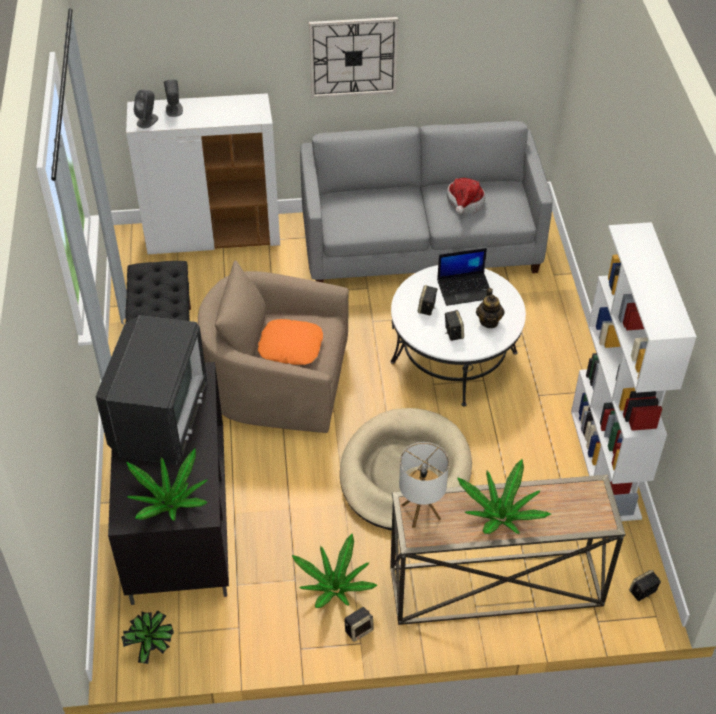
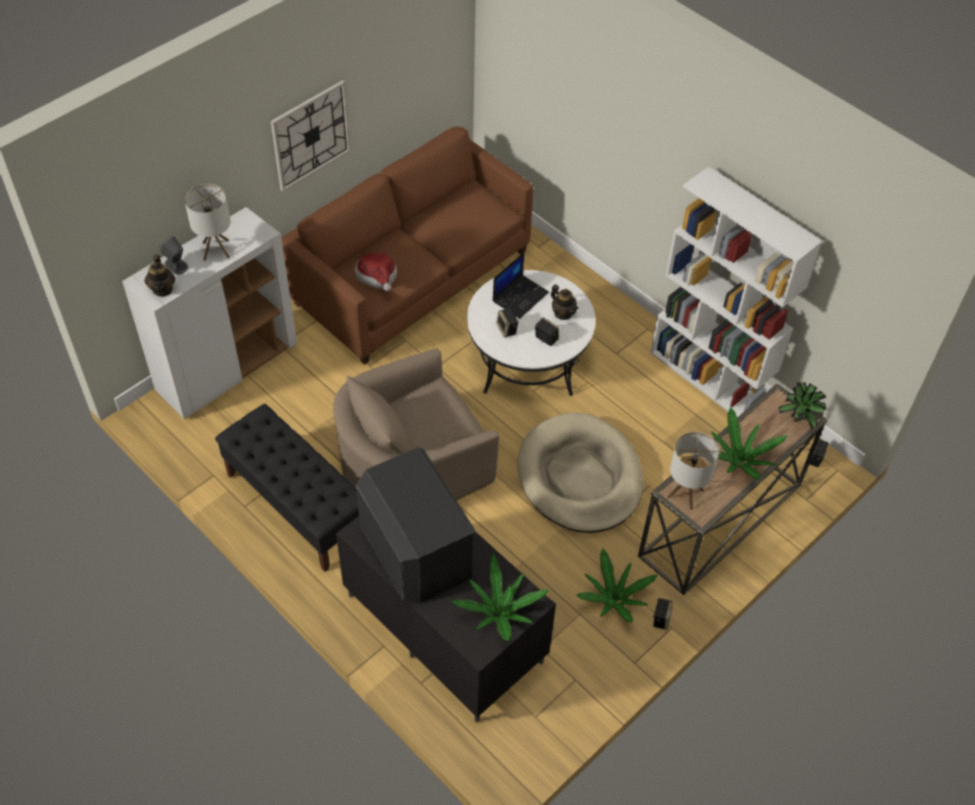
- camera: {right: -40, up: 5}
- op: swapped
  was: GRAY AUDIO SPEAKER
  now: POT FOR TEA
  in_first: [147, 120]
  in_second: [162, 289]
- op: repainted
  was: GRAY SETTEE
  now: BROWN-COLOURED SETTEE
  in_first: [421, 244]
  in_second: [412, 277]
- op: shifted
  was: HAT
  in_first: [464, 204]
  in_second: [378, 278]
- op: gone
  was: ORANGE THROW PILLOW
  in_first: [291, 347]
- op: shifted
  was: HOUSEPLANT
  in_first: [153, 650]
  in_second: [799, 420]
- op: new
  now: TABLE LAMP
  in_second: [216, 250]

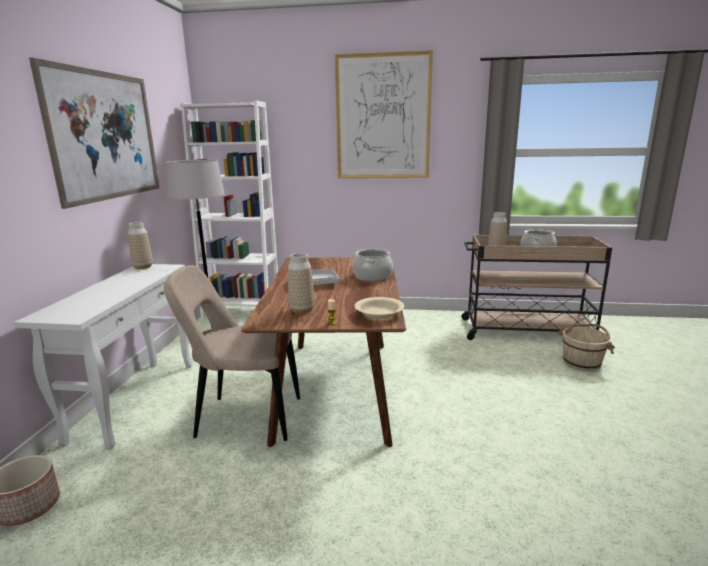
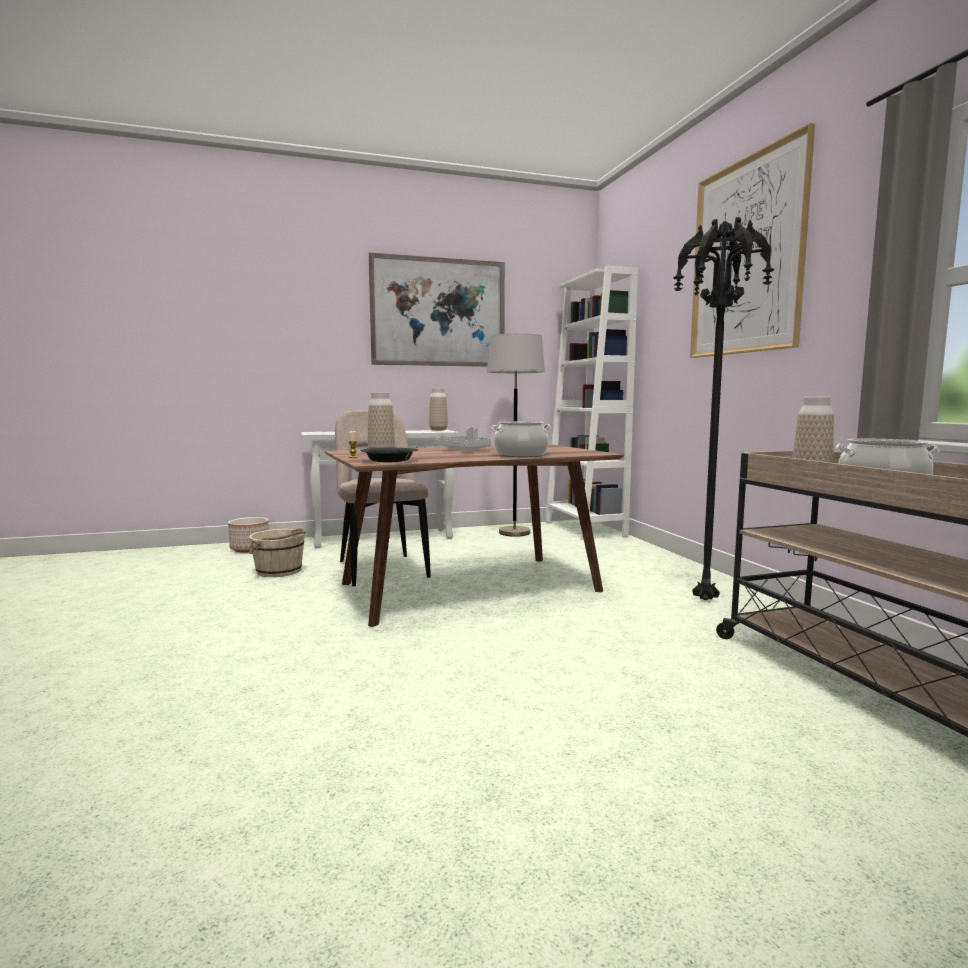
- camera: {right: 65, up: -10}
- op: repainted
  was: SAND-COLOURED BOWL
  now: BLACK BOWL
  in_first: [379, 314]
  in_second: [389, 461]
- op: shifted
  was: SAND-COLOURED WATER BUCKET
  in_first: [582, 362]
  in_second: [279, 571]
- op: new
  now: BLACK STANDARD LAMP
  in_second: [704, 601]

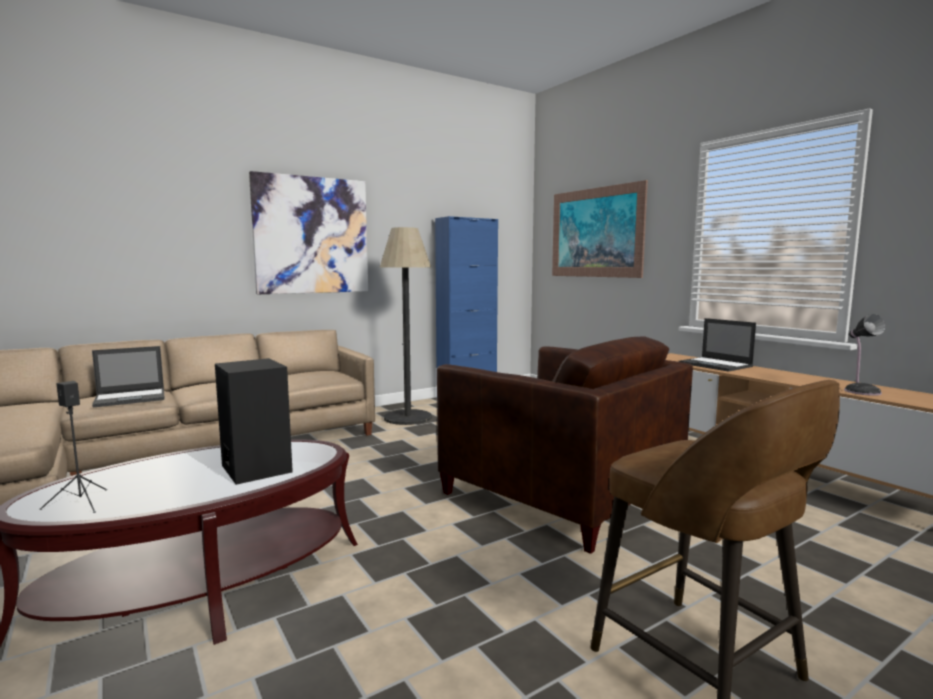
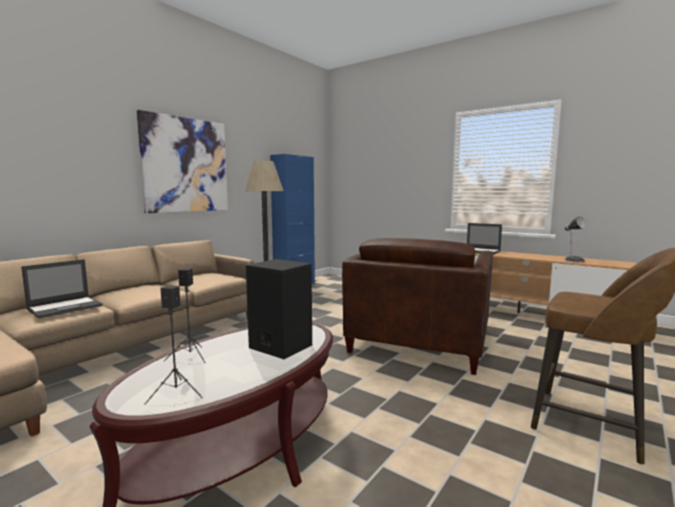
- camera: {right: -20, up: 0}
- op: gone
  was: WALL PICTURE
  in_first: [595, 232]
- op: rotated
  was: BROWN-COLOURED LOUNGE CHAIR
  in_first: [560, 491]
  in_second: [420, 340]
  clockwise: 90
- op: new
  now: BLACK AUDIO SPEAKER
  in_second: [191, 356]

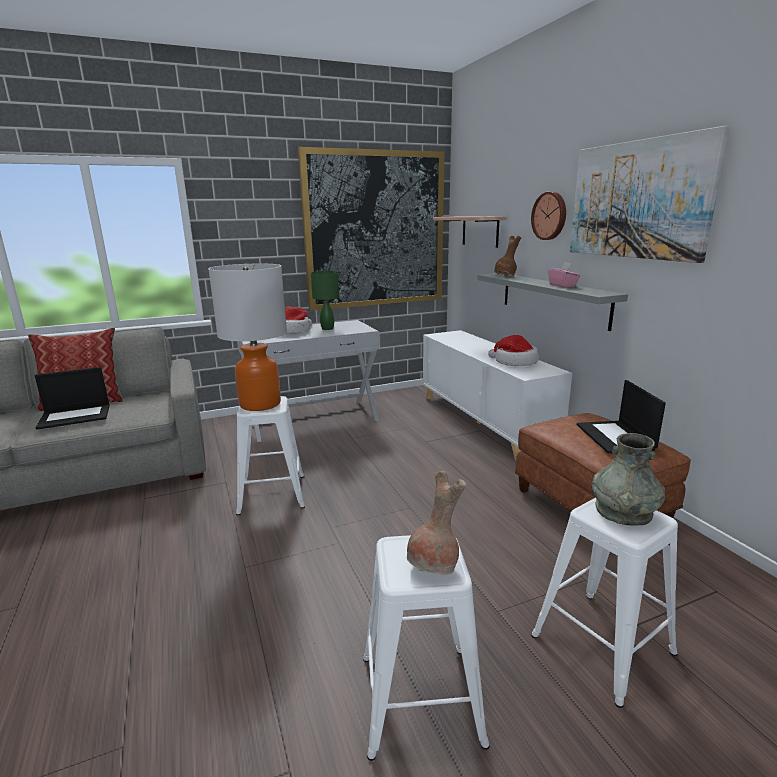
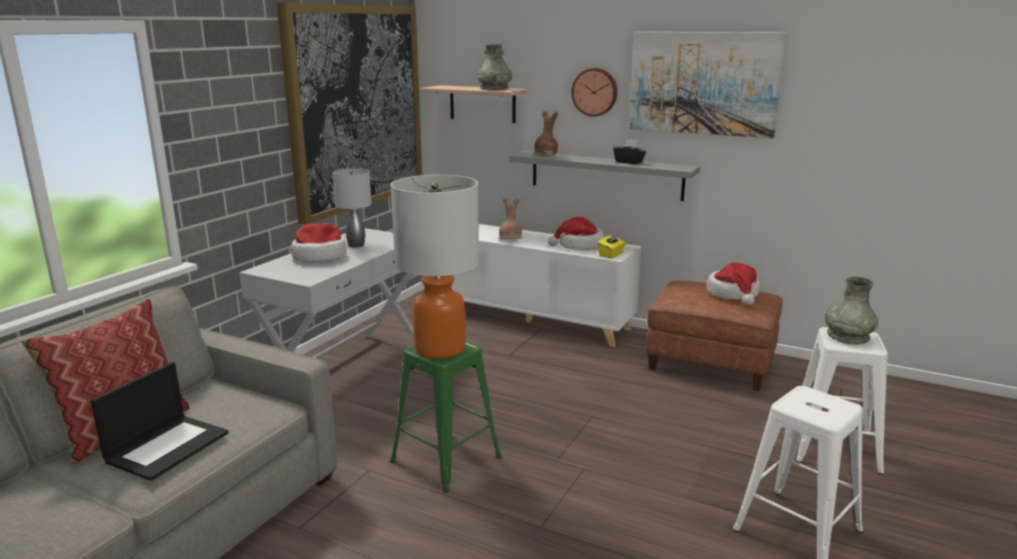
- camera: {right: -40, up: 0}
- op: repainted
  was: PINK TISSUE BOX
  now: BLACK TISSUE BOX
  in_first: [562, 285]
  in_second: [629, 162]
- op: repainted
  was: GREEN-COLOURED TABLE LAMP
  now: GRAY TABLE LAMP
  in_first: [328, 328]
  in_second: [356, 245]
- op: swapped
  was: LAPTOP
  now: HAT
  in_first: [616, 437]
  in_second: [733, 294]
- op: repainted
  was: WHITISH SITTING STOOL
  now: GREEN-COLOURED SITTING STOOL
  in_first: [271, 493]
  in_second: [444, 459]
- op: shifted
  was: BROWN-COLOURED VASE
  in_first: [434, 567]
  in_second: [510, 241]
- op: new
  now: GRAY VASE
  in_second: [494, 89]
- op: new
  now: YELLOWISH TISSUE BOX
  in_second: [611, 254]

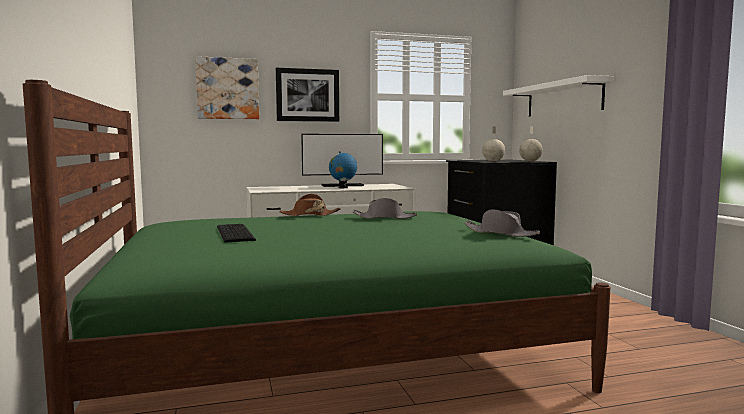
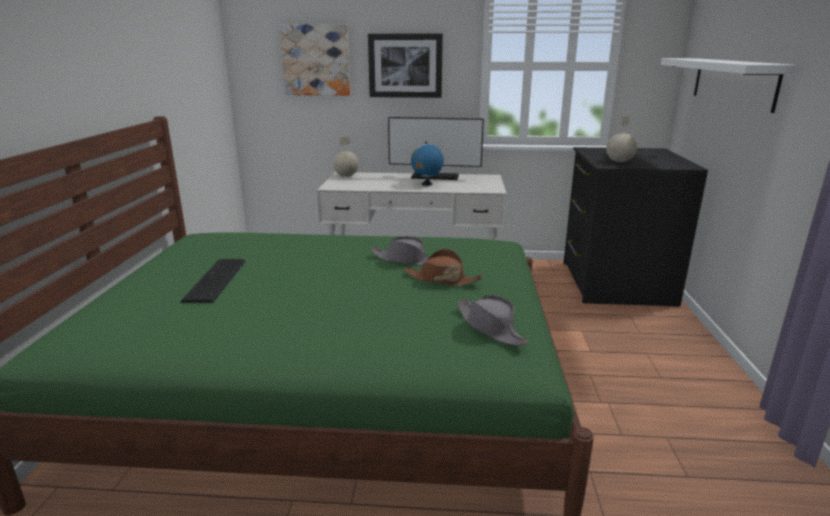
- camera: {right: 20, up: 15}
- op: shifted
  was: DESK GLOBE
  in_first: [530, 161]
  in_second: [346, 176]
- op: shifted
  was: BROWN-COLOURED HAT
  in_first: [309, 215]
  in_second: [442, 279]

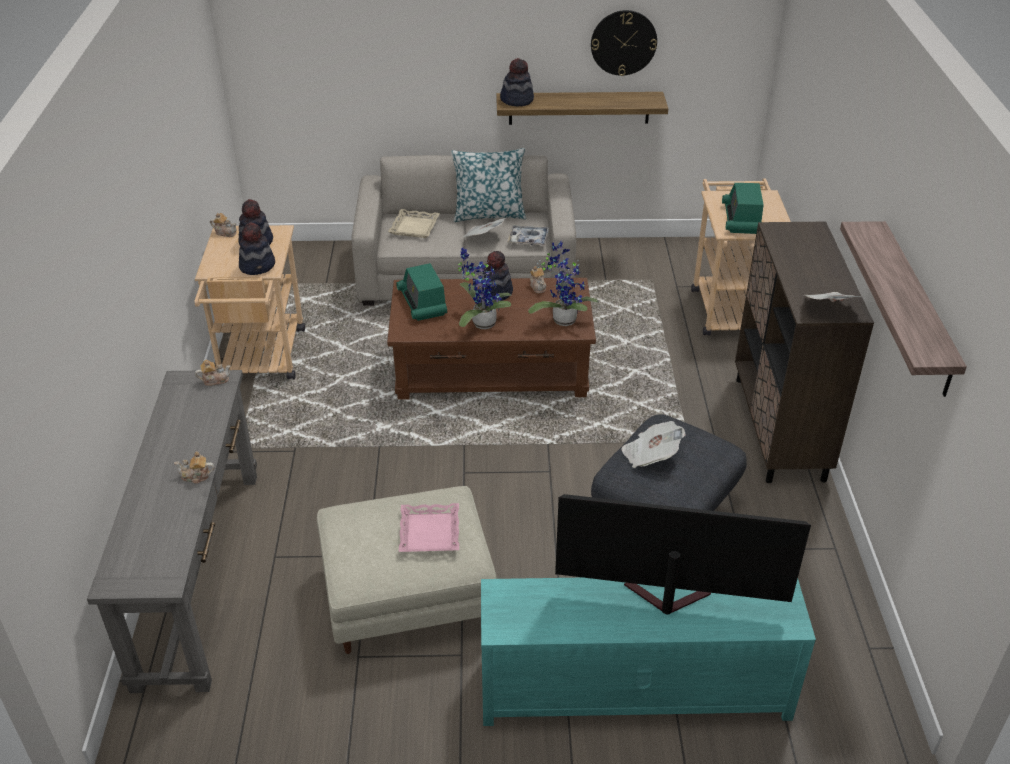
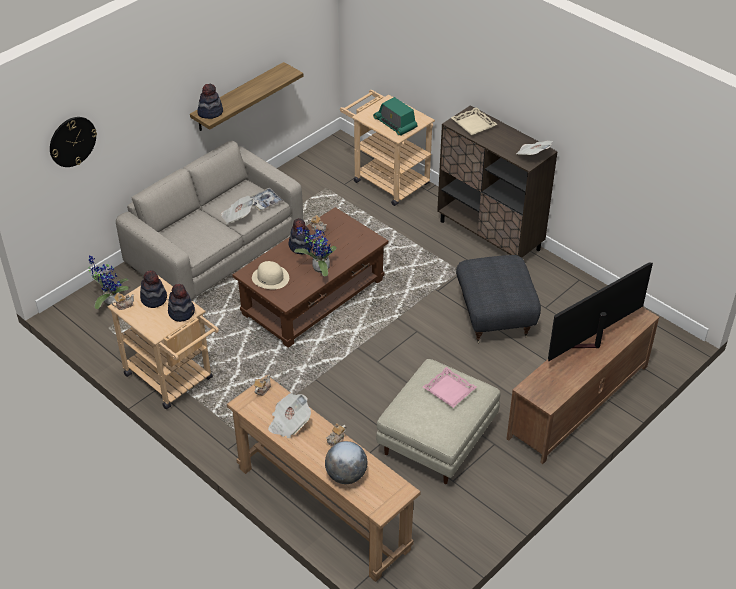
- camera: {right: -45, up: 5}
- op: shifted
  was: WALL CLOCK
  in_first: [623, 42]
  in_second: [72, 141]
- op: gone
  was: THROW PILLOW
  in_first: [489, 214]
- op: shifted
  was: SAND-COLOURED CARRYING TRAY
  in_first: [414, 227]
  in_second: [473, 124]
- op: gone
  was: SHELF
  in_first: [916, 308]
- op: shifted
  was: HOUSEPLANT
  in_first: [562, 318]
  in_second: [110, 300]
- op: swapped
  was: RADIO RECEIVER
  now: SAND-COLOURED HAT
  in_first: [422, 303]
  in_second: [270, 278]
- op: repainted
  was: GRAY CONSOLE TABLE
  now: BROWN-COLOURED CONSOLE TABLE
  in_first: [200, 574]
  in_second: [323, 508]
- op: shifted
  was: NEWSPAPER
  in_first: [650, 455]
  in_second: [289, 423]
- op: repainted
  was: TURQUOISE TV UNIT
  now: BROWN-COLOURED TV UNIT
  in_first: [632, 689]
  in_second: [578, 402]
- op: new
  now: DESK GLOBE
  in_second: [346, 475]

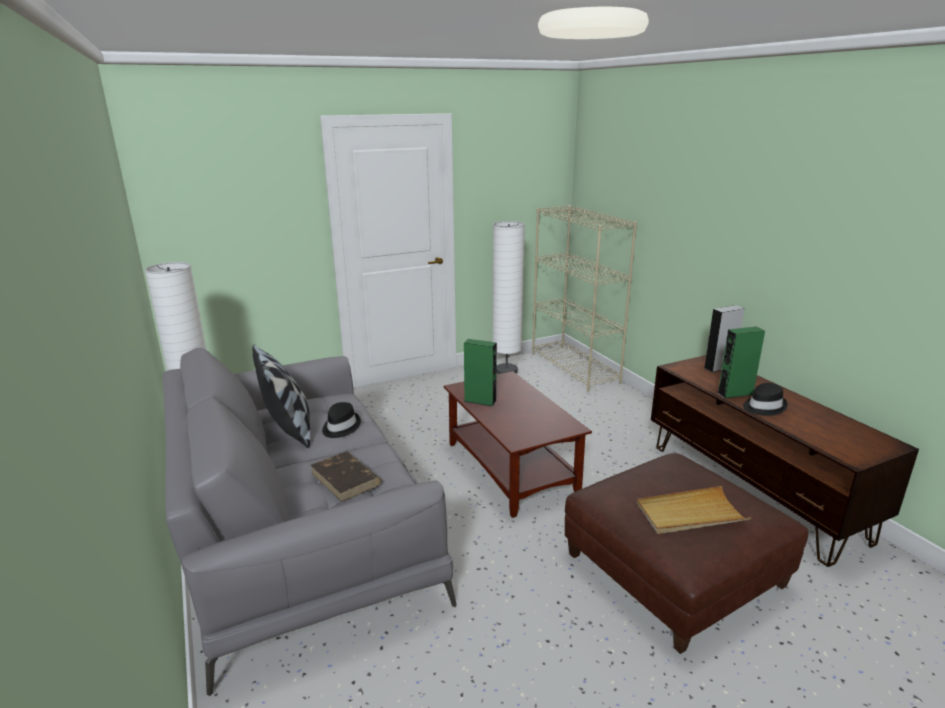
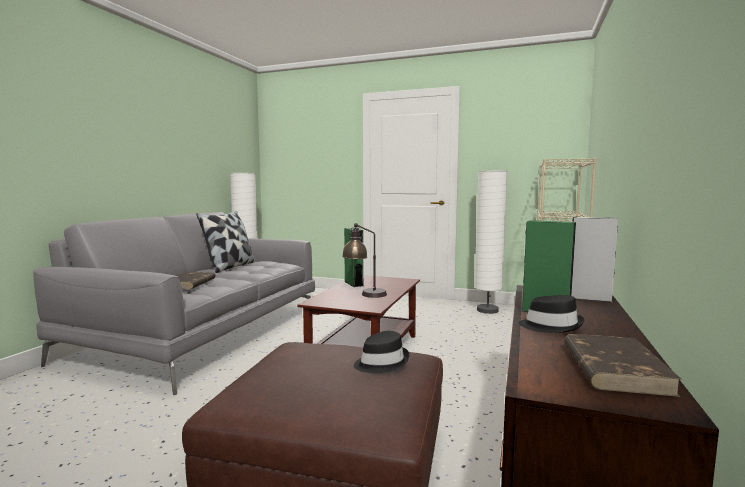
- camera: {right: 45, up: -15}
- op: shifted
  was: BLACK HAT
  in_first: [340, 427]
  in_second: [381, 362]
- op: gone
  was: SAND-COLOURED CARRYING TRAY
  in_first: [690, 514]
- op: new
  now: TABLE LAMP
  in_second: [364, 294]
- op: new
  now: BROWN-COLOURED BOOK
  in_second: [613, 368]

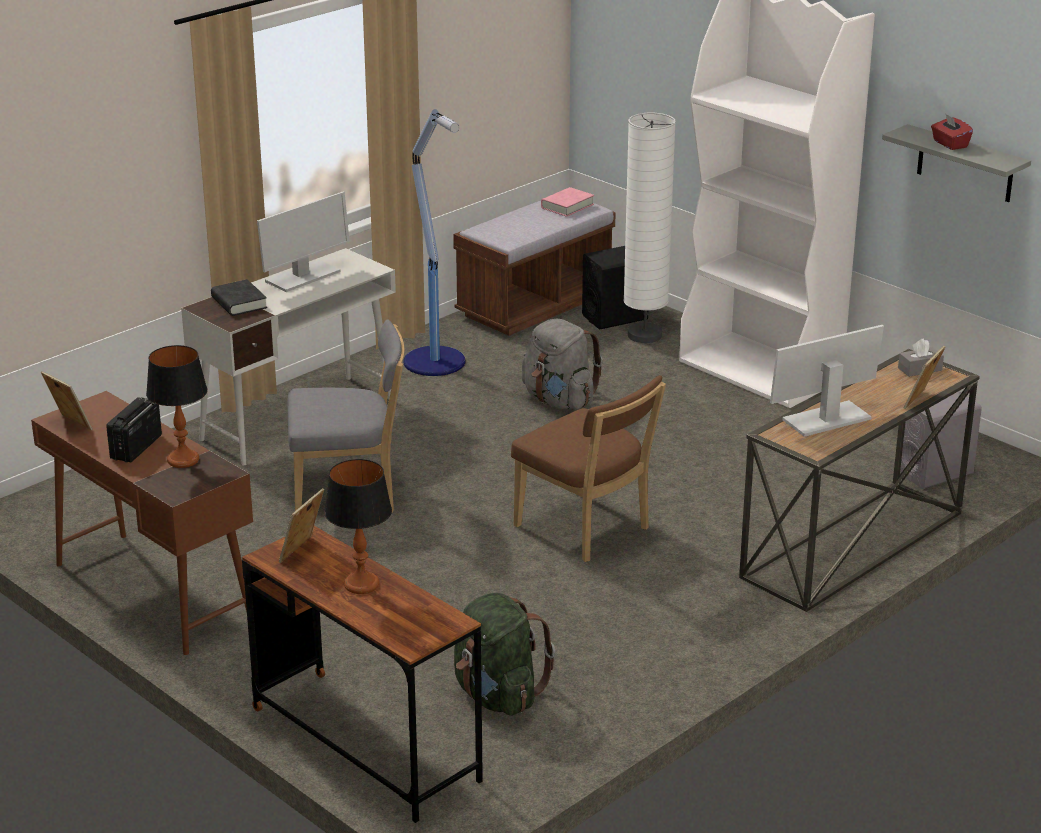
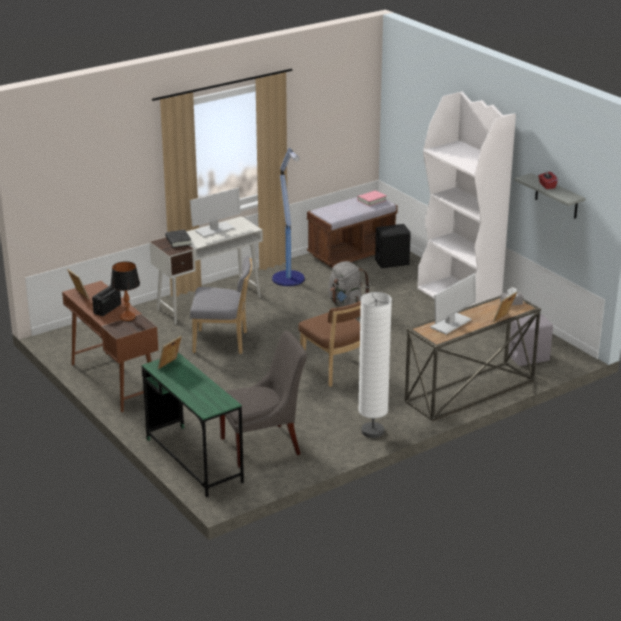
- camera: {right: 10, up: 0}
- op: shifted
  was: WHITISH STANDARD LAMP
  in_first: [644, 335]
  in_second: [372, 431]
- op: rotated
  was: COMPUTER DISPLAY
  in_first: [827, 419]
  in_second: [451, 324]
  clockwise: 150
- op: gone
  was: TABLE LAMP
  in_first: [362, 584]
- op: repainted
  was: BROWN-COLOURED DESK UNIT
  now: GREEN-COLOURED DESK UNIT
  in_first: [364, 744]
  in_second: [193, 460]
- op: swapped
  was: GREEN-COLOURED RUCKSACK
  now: GRAY CHAIR
  in_first: [497, 696]
  in_second: [264, 445]

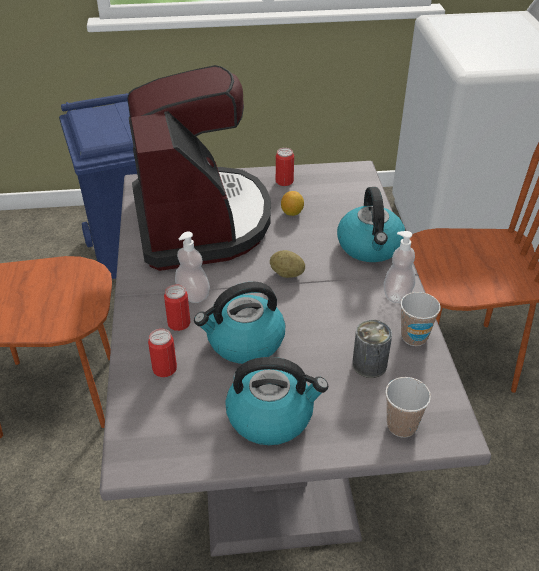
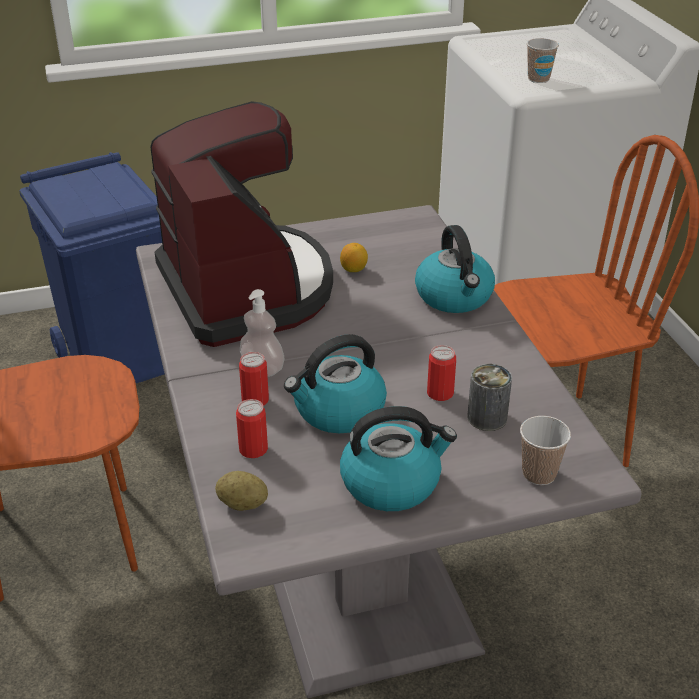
- camera: {right: -10, up: -5}
- op: shifted
  was: SEALED CAN
  in_first: [284, 181]
  in_second: [440, 393]
- op: gone
  was: SOAP BOTTLE
  in_first: [397, 294]
- op: shifted
  was: POTATO
  in_first: [287, 274]
  in_second: [242, 504]
- op: shifted
  was: CUP
  in_first: [414, 337]
  in_second: [538, 79]

